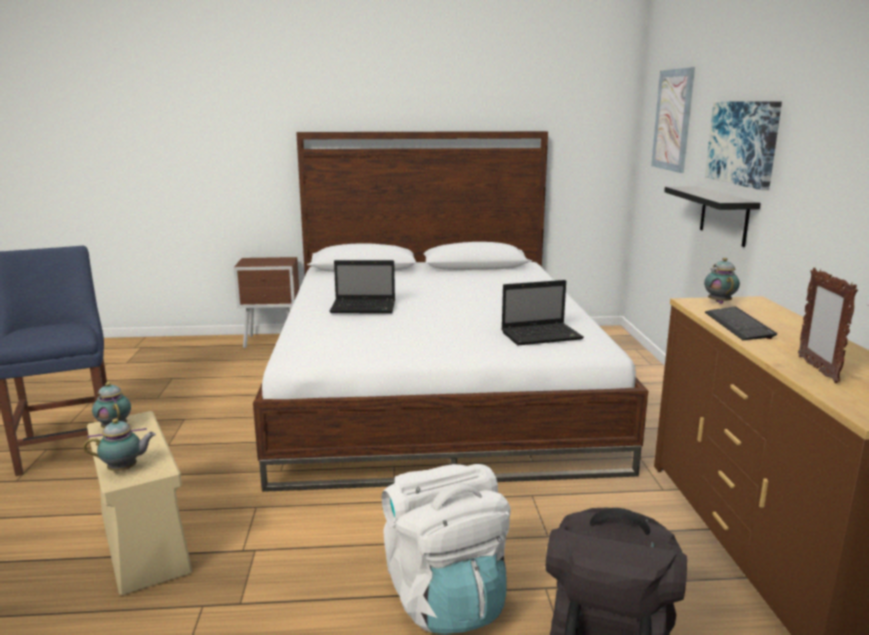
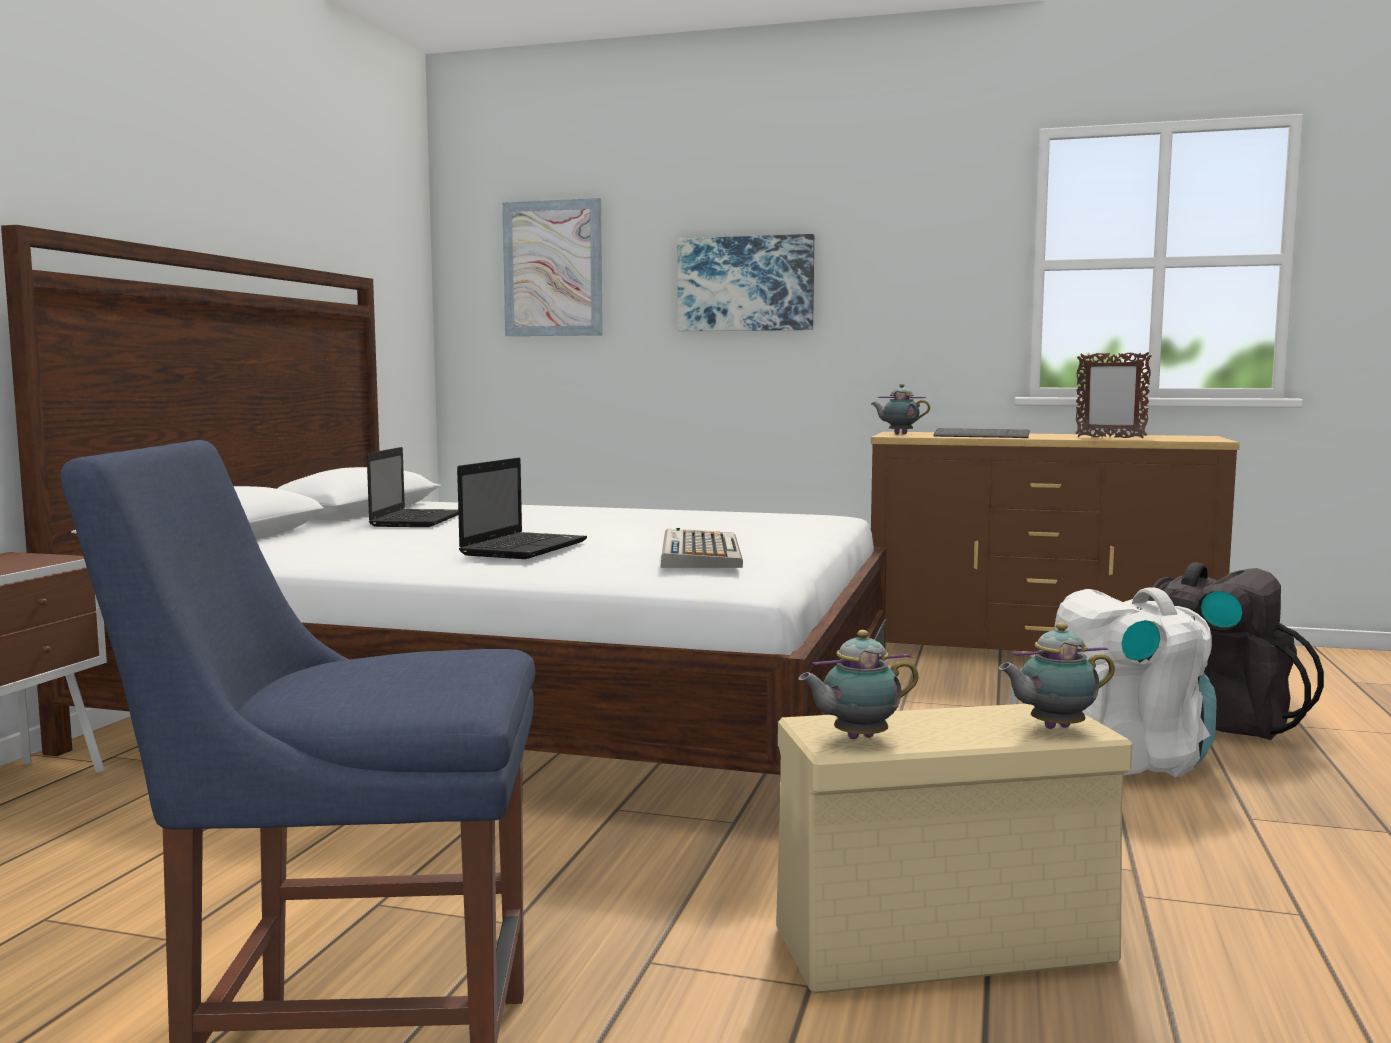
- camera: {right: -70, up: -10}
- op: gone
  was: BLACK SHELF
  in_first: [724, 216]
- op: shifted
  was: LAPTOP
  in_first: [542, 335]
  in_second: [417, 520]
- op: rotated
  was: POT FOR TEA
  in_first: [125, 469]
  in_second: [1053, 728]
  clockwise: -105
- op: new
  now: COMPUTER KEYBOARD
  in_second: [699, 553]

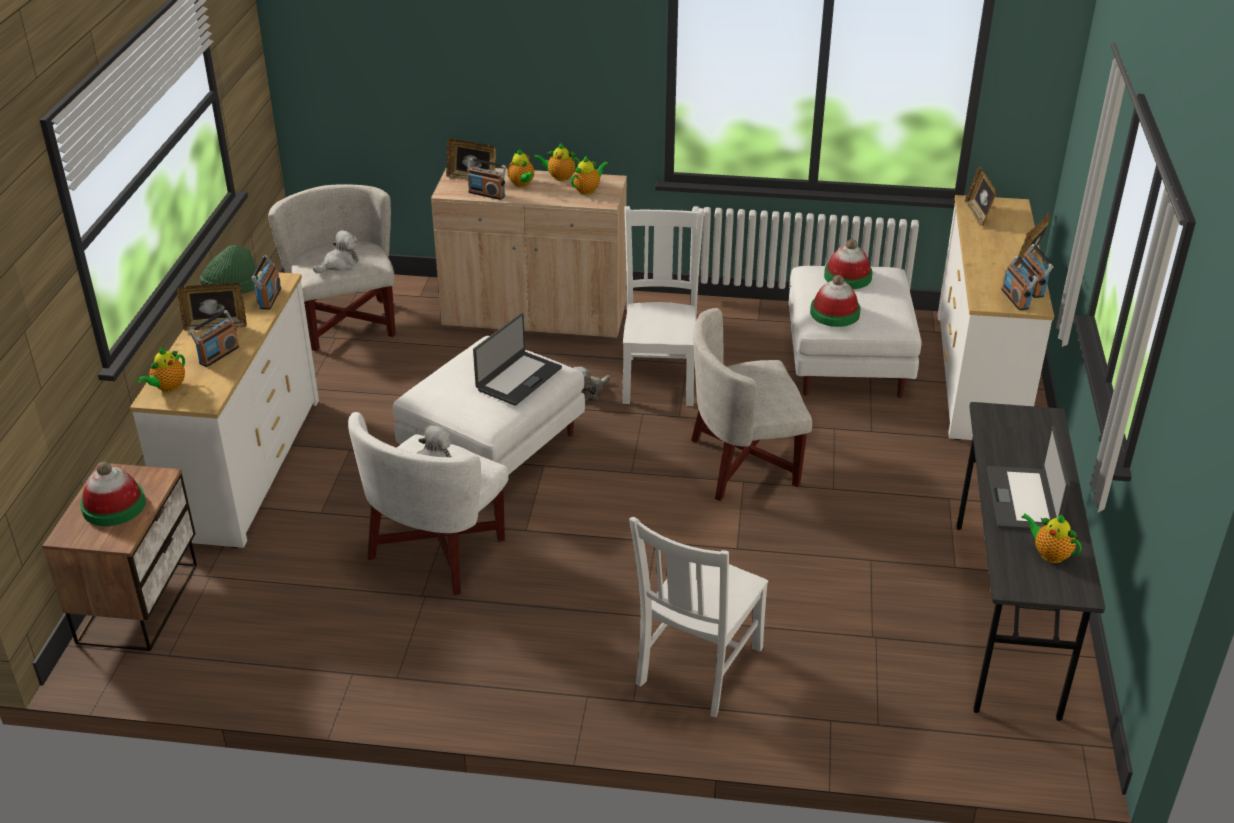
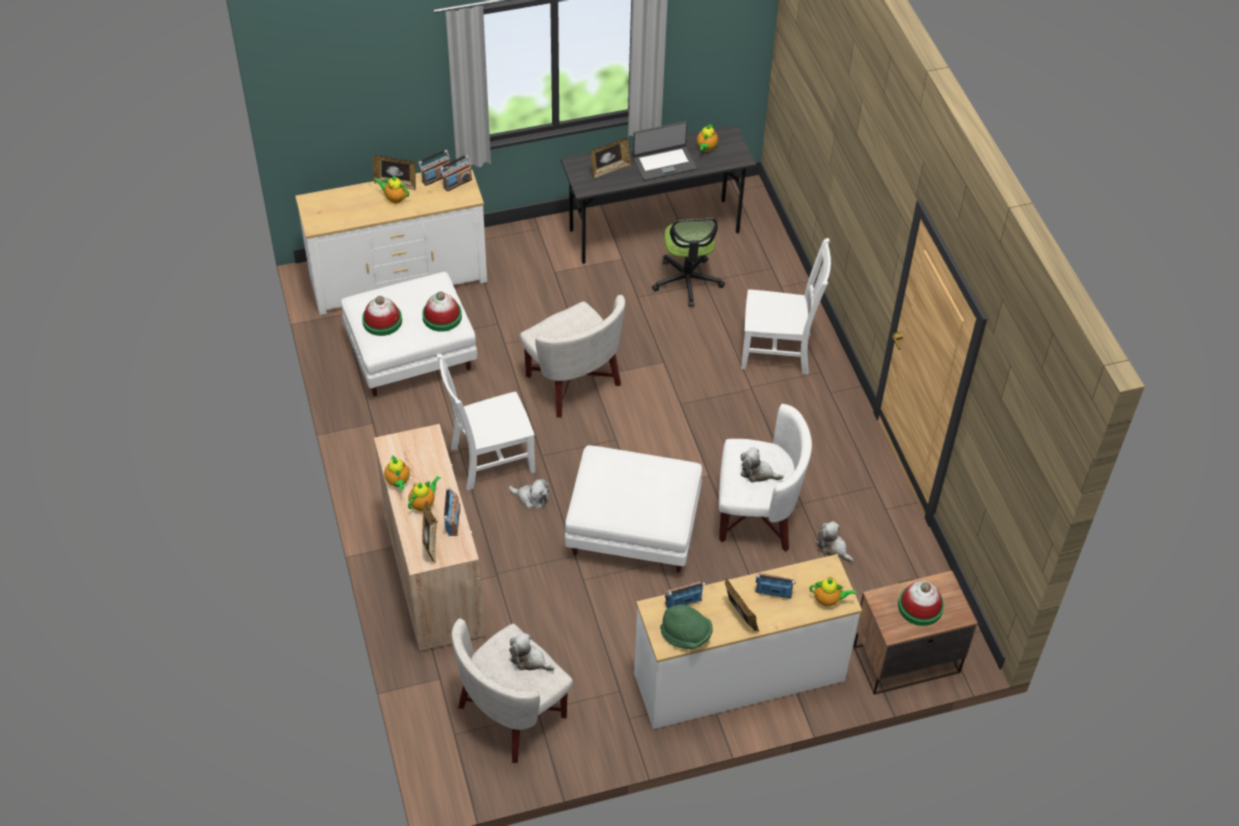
- camera: {right: -115, up: 15}
- op: shifted
  was: POT FOR TEA
  in_first: [588, 190]
  in_second: [394, 198]
- op: shifted
  was: PHOTO FRAME
  in_first: [978, 214]
  in_second: [609, 169]
- op: gone
  was: LAPTOP
  in_first: [518, 378]
- op: new
  now: DESK CHAIR
  in_second: [687, 281]
- op: new
  now: SOFT TOY
  in_second: [833, 548]

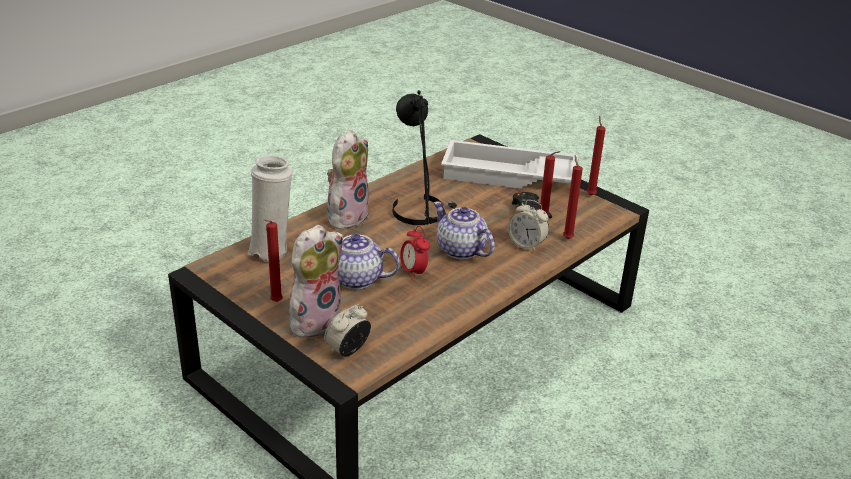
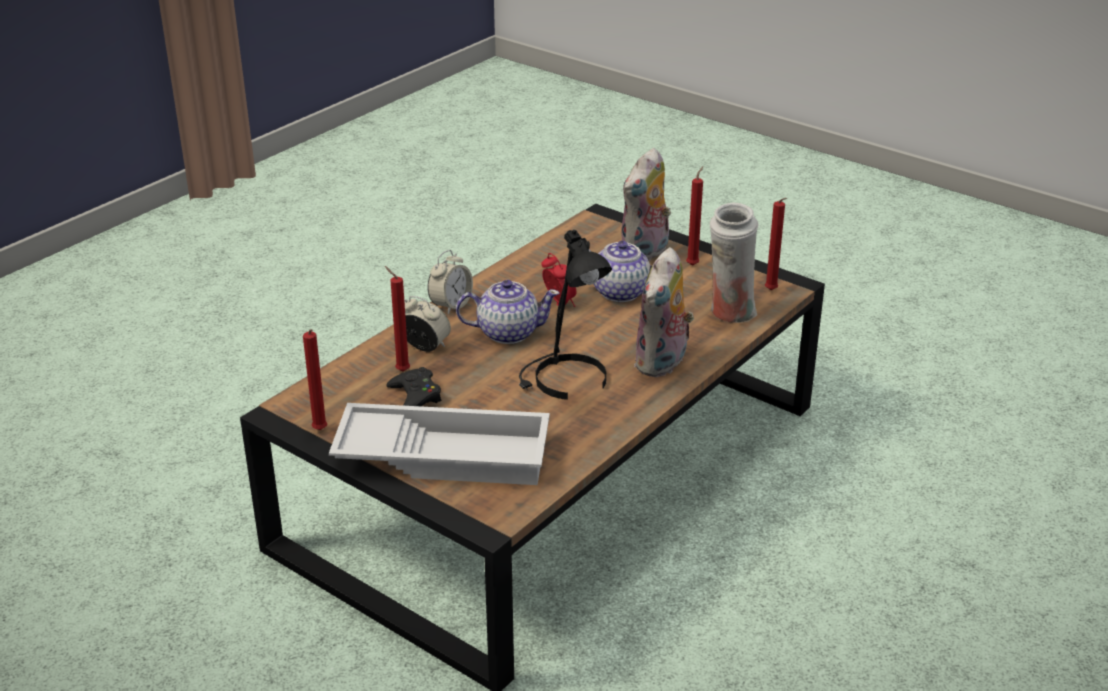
- camera: {right: 175, up: 0}
- op: shifted
  was: RED-COLOURED WAX LIGHT
  in_first: [567, 238]
  in_second: [772, 291]
- op: rotated
  was: POT FOR TEA
  in_first: [461, 250]
  in_second: [507, 332]
  clockwise: -45
- op: shifted
  was: ALARM CLOCK
  in_first: [348, 350]
  in_second: [451, 305]

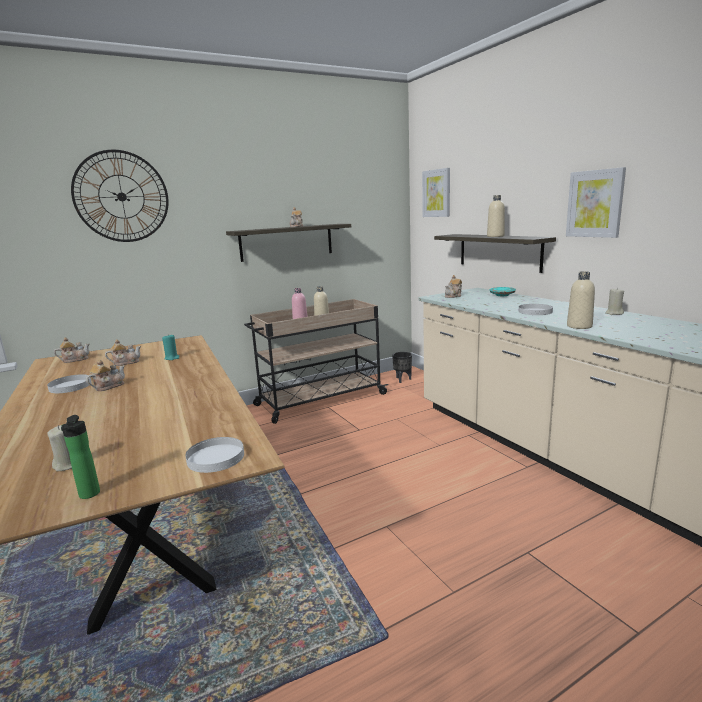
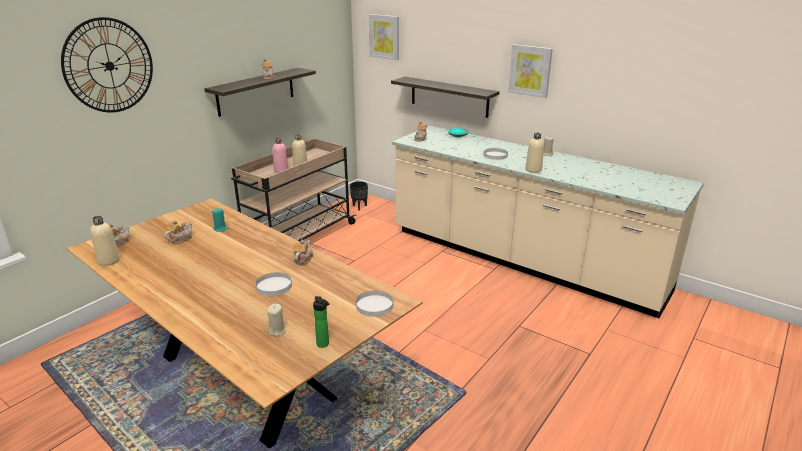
- camera: {right: -25, up: 10}
- op: shifted
  was: SAND-COLOURED BOTTLE
  in_first: [495, 236]
  in_second: [108, 261]
- op: shifted
  was: POT FOR TEA
  in_first: [108, 386]
  in_second: [303, 260]
- op: shifted
  was: WHITISH PLATE
  in_first: [70, 386]
  in_second: [274, 286]

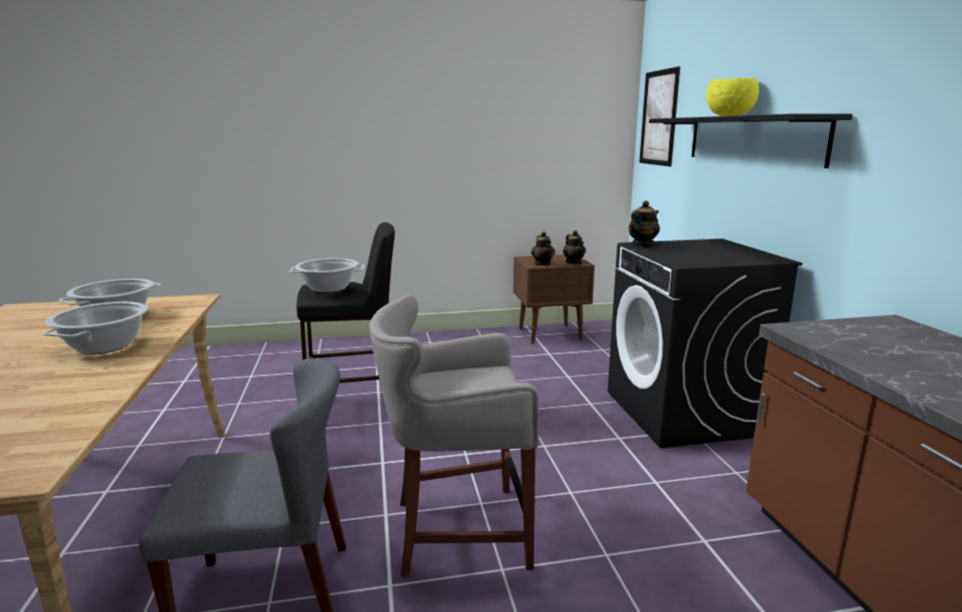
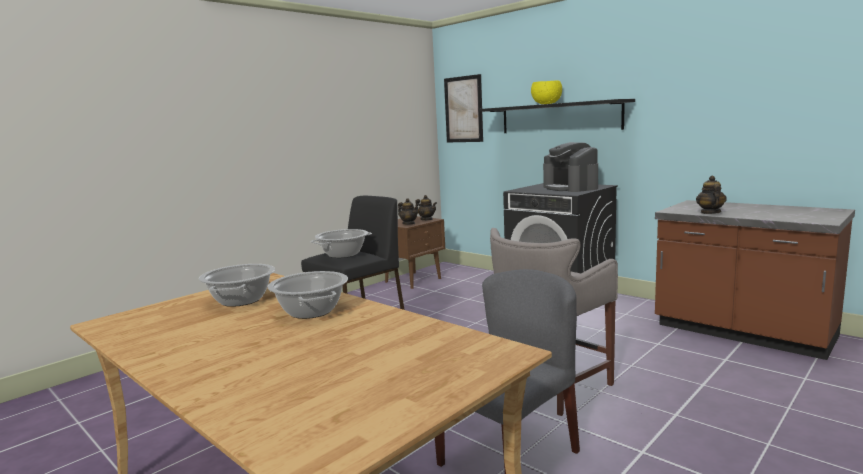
- camera: {right: -35, up: -5}
- op: shifted
  was: POT FOR TEA
  in_first: [642, 244]
  in_second: [710, 213]
- op: new
  now: COFFEE MAKER
  in_second: [570, 188]

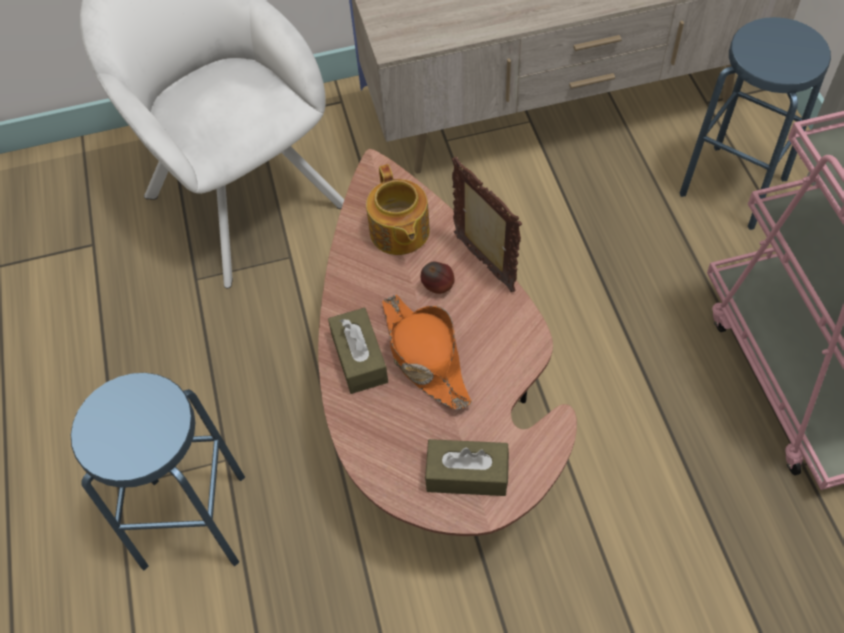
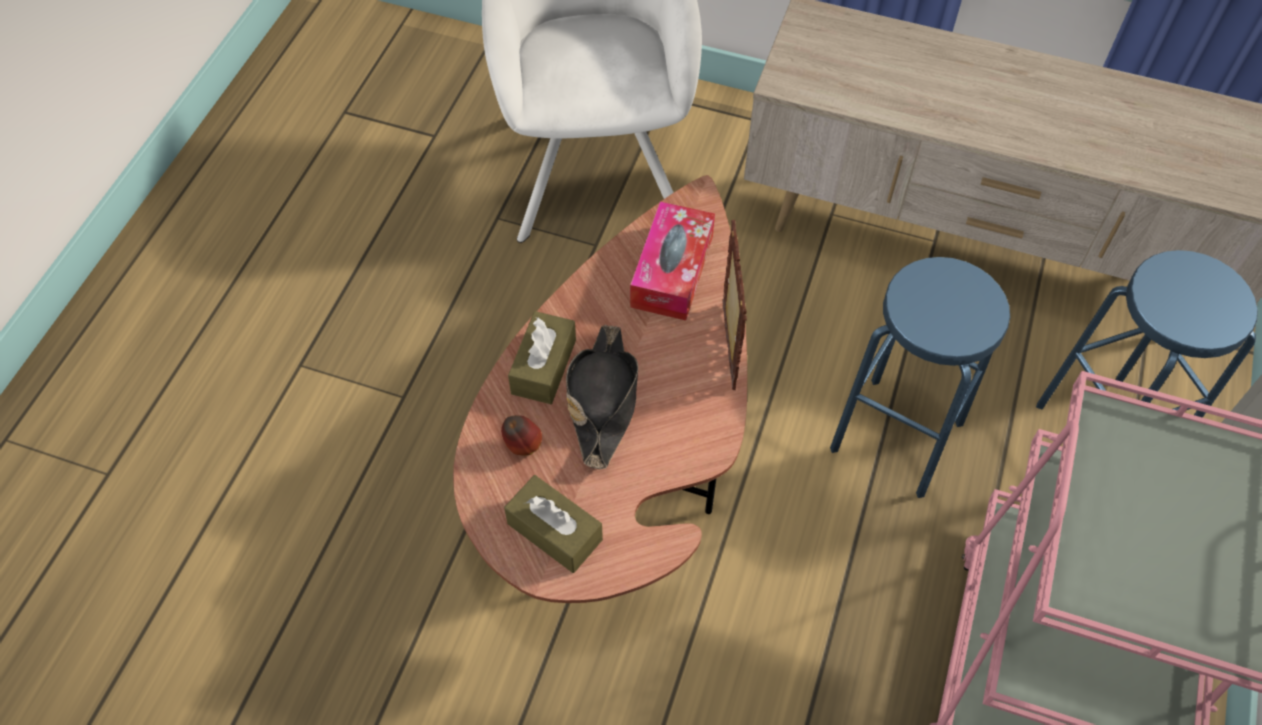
- camera: {right: 30, up: 0}
- op: swapped
  was: POT FOR TEA
  now: TISSUE BOX
  in_first: [399, 232]
  in_second: [672, 271]
- op: shifted
  was: APPLE FRUIT
  in_first: [438, 288]
  in_second: [522, 446]
- op: repainted
  was: ORANGE HAT
  now: BLACK HAT
  in_first: [424, 356]
  in_second: [603, 400]
- op: shifted
  was: BLUE SITTING STOOL
  in_first: [194, 520]
  in_second: [897, 436]

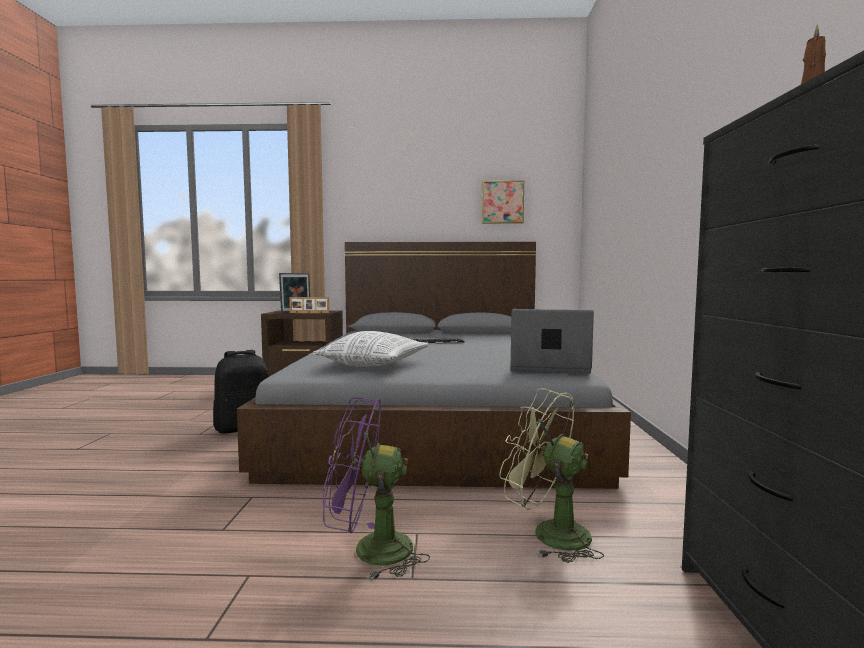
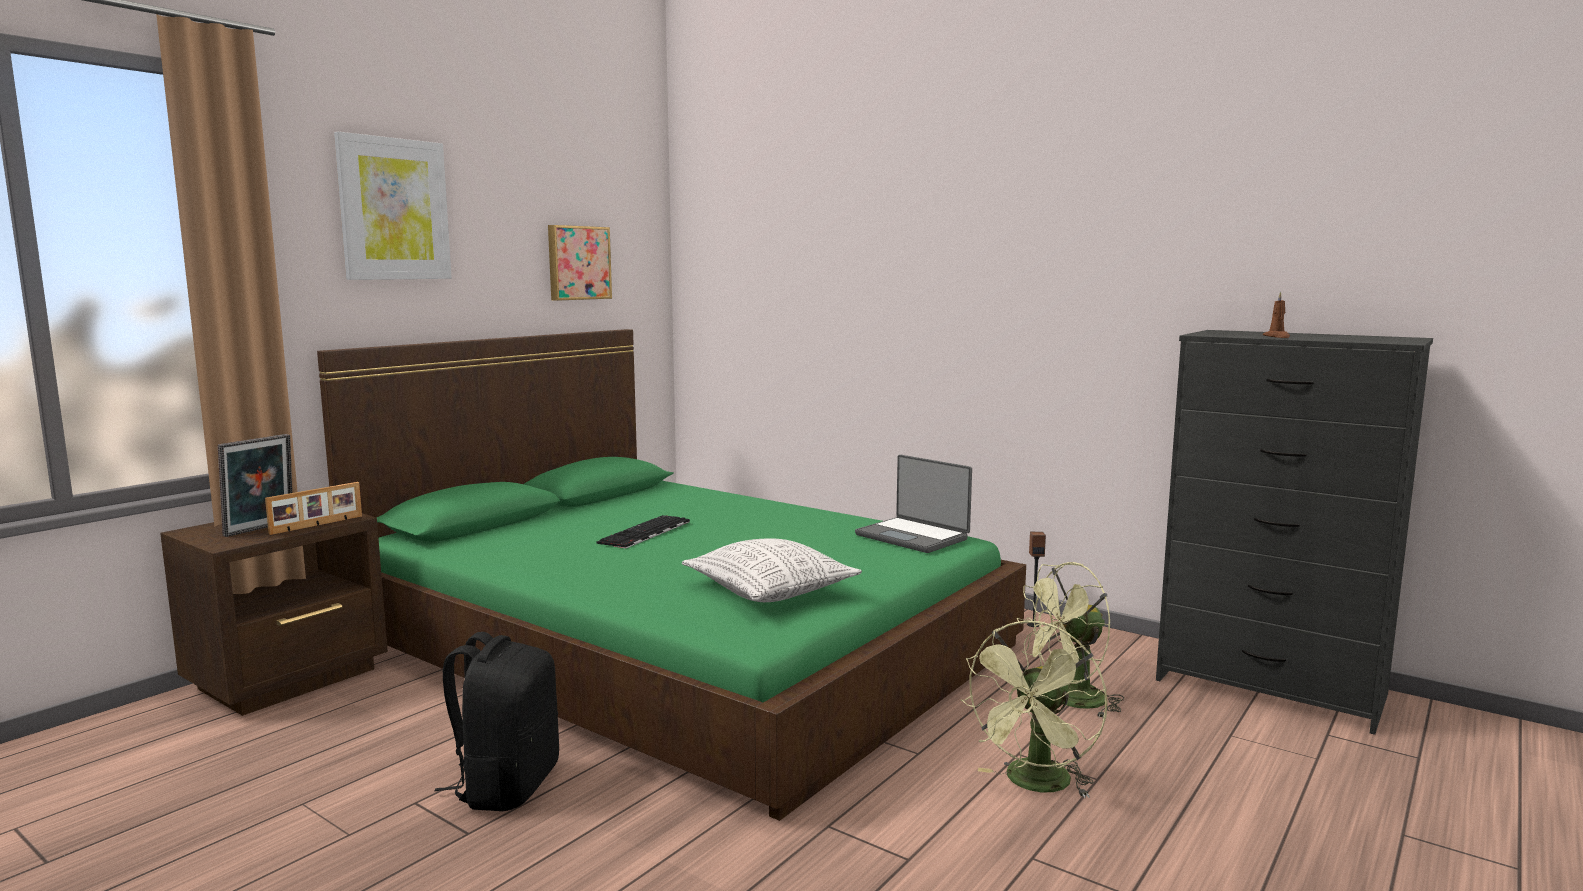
- camera: {right: -55, up: 5}
- op: repainted
  was: GRAY BEDROOM BED
  now: GREEN-COLOURED BEDROOM BED
  in_first: [437, 412]
  in_second: [680, 640]
- op: rotated
  was: LAPTOP
  in_first: [548, 368]
  in_second: [913, 536]
  clockwise: -90
- op: repainted
  was: PURPLE-COLOURED ELECTRIC FAN
  now: GREEN-COLOURED ELECTRIC FAN
  in_first: [369, 551]
  in_second: [1035, 785]
- op: new
  now: WALL PICTURE
  in_second: [394, 209]
- op: new
  now: AUDIO SPEAKER
  in_second: [1033, 624]

